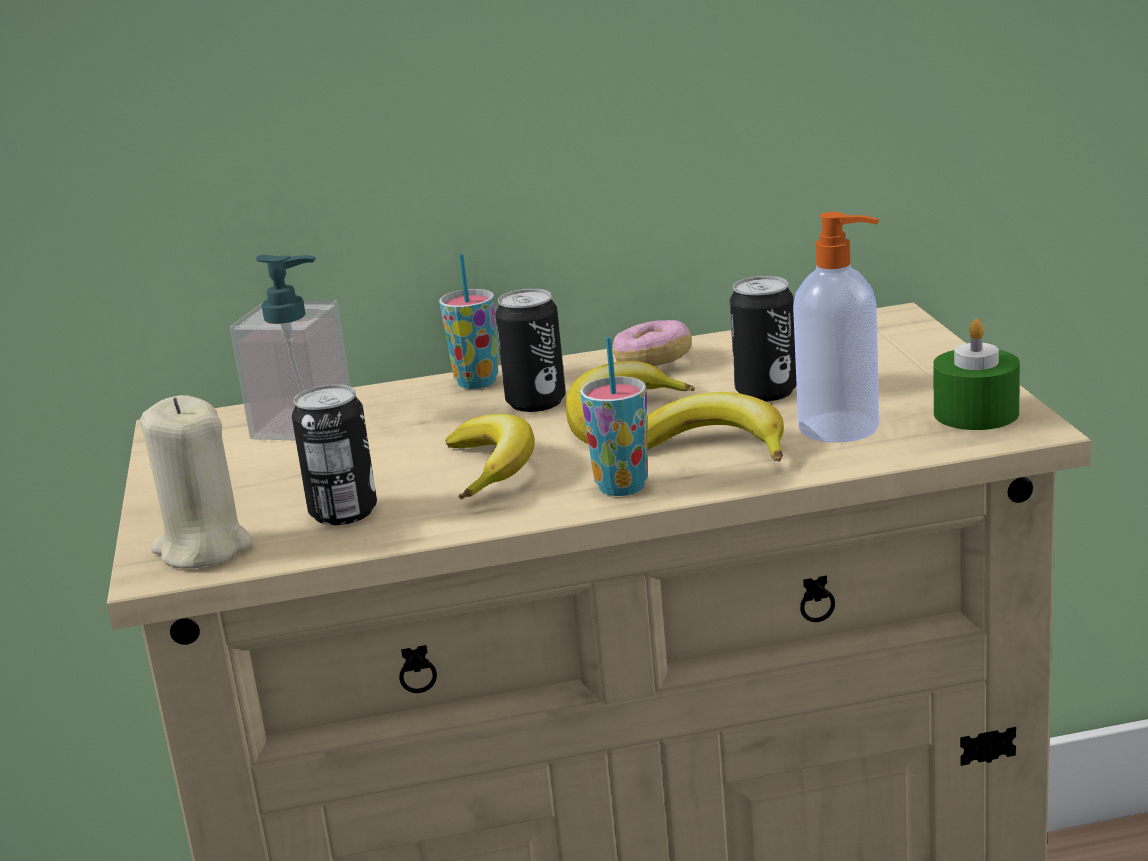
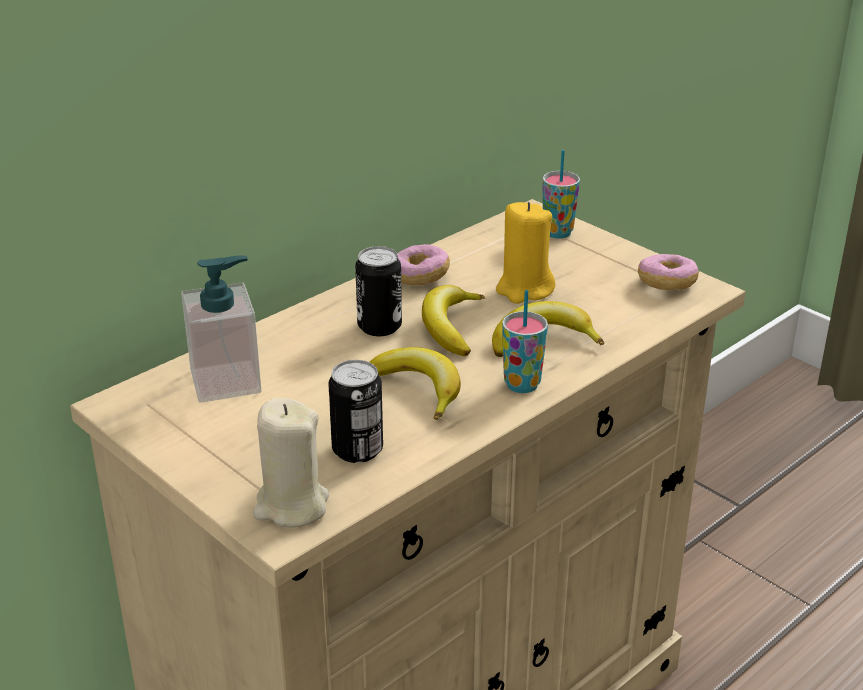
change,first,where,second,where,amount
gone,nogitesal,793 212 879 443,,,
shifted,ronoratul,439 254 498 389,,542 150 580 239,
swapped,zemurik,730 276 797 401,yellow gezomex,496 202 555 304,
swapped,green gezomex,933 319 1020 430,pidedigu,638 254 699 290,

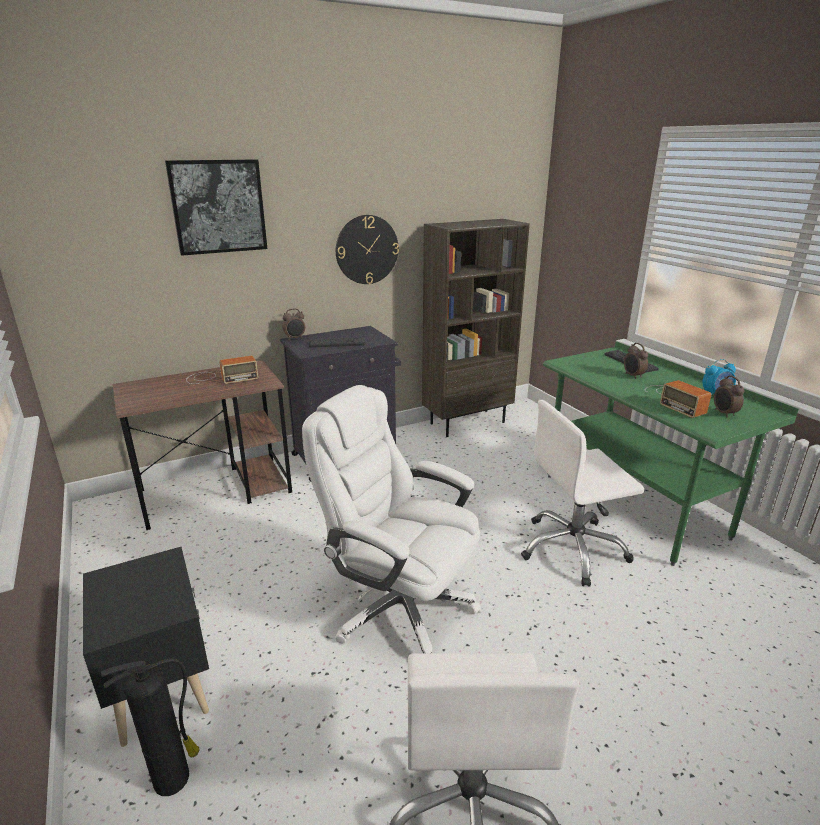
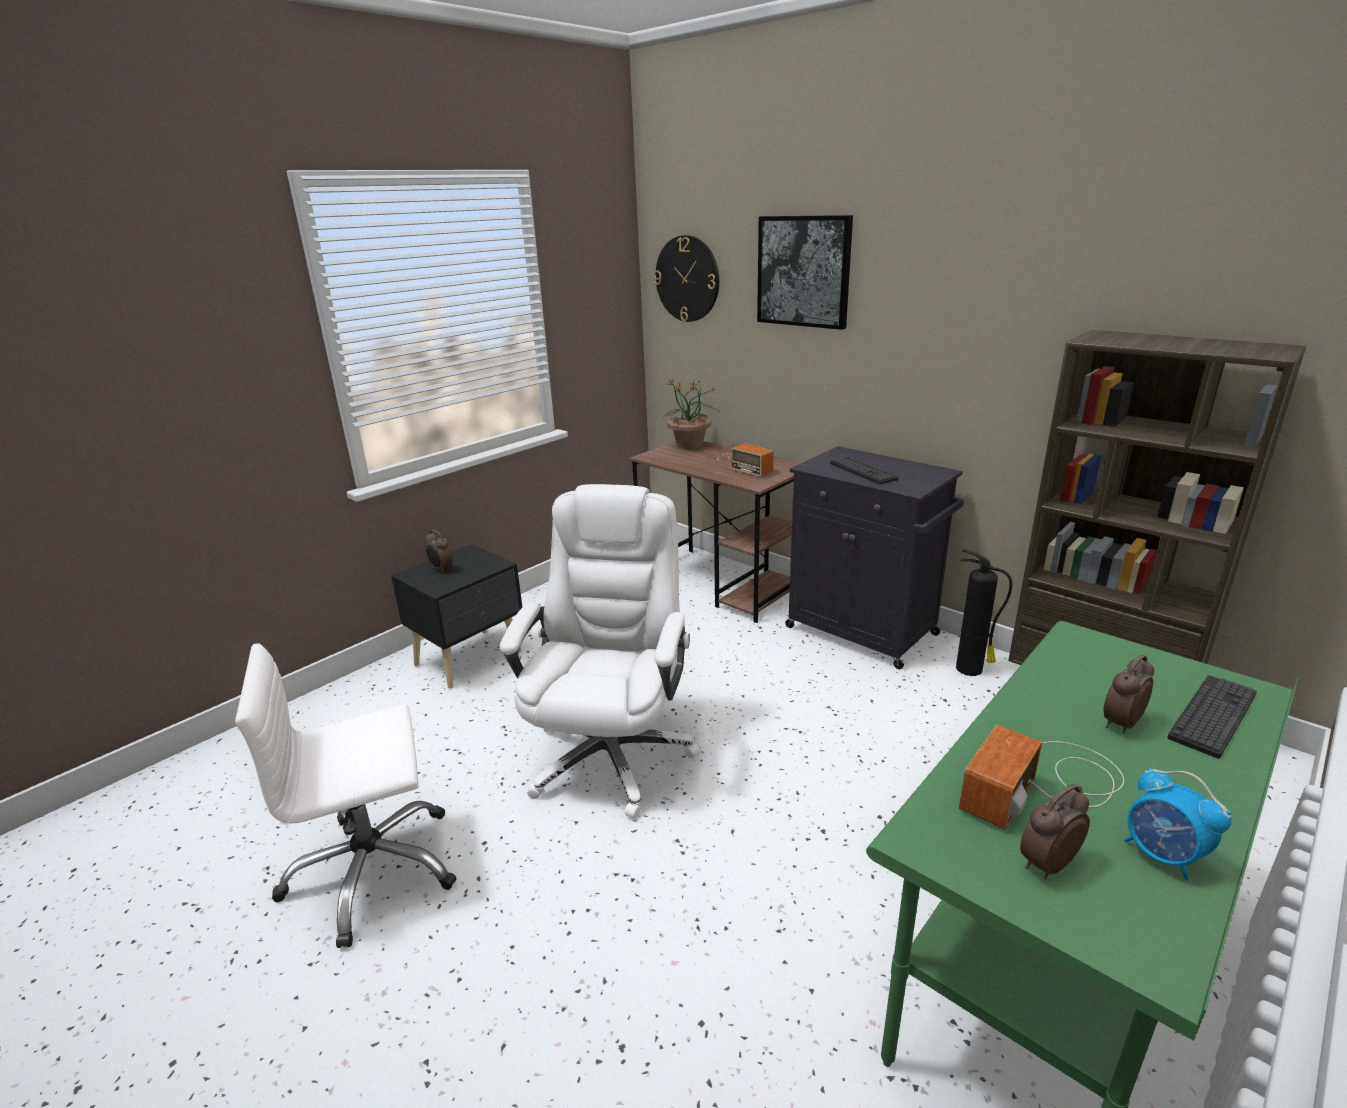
change,first,where,second,where,amount
shifted,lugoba,336 215 399 284,,654 235 719 322,
shifted,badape,282 309 305 340,,425 530 453 573,
gone,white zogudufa,521 400 644 587,,,
shifted,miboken,101 658 200 796,,956 549 1012 676,
new,,,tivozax,662 379 719 450,

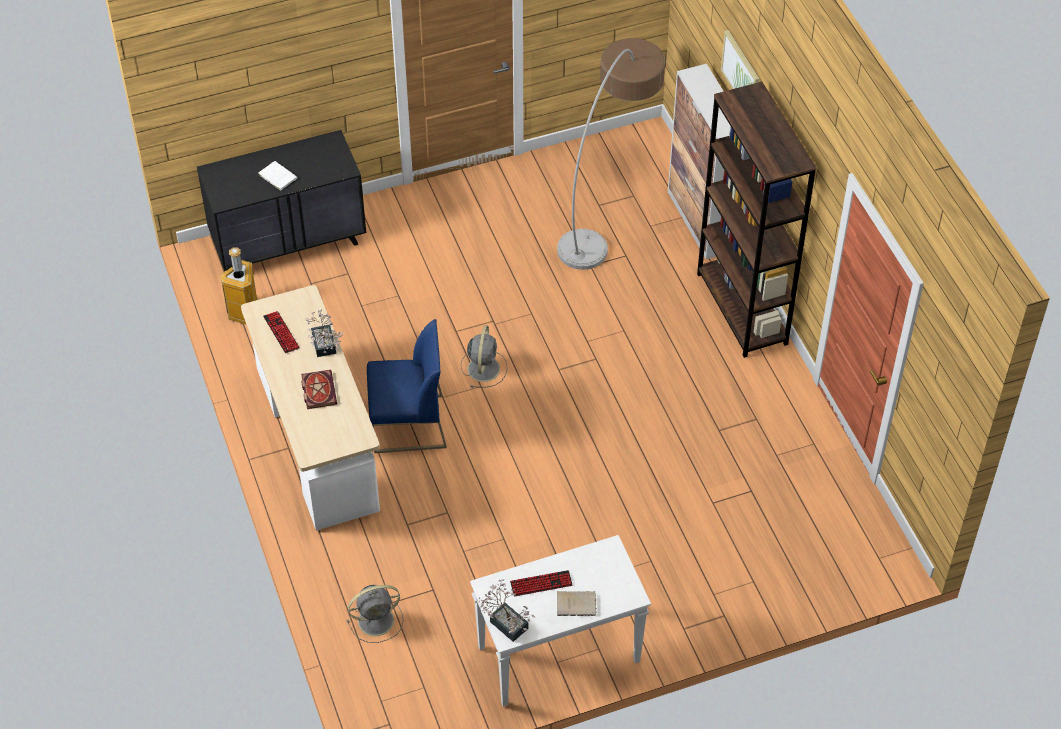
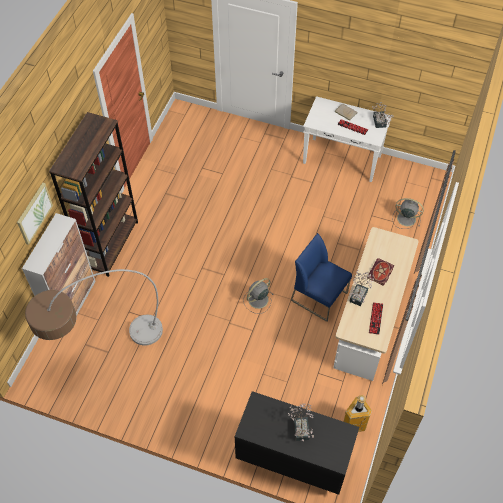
change,first,where,second,where,amount
swapped,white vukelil,258 161 297 191,tivozax,288 403 314 441,

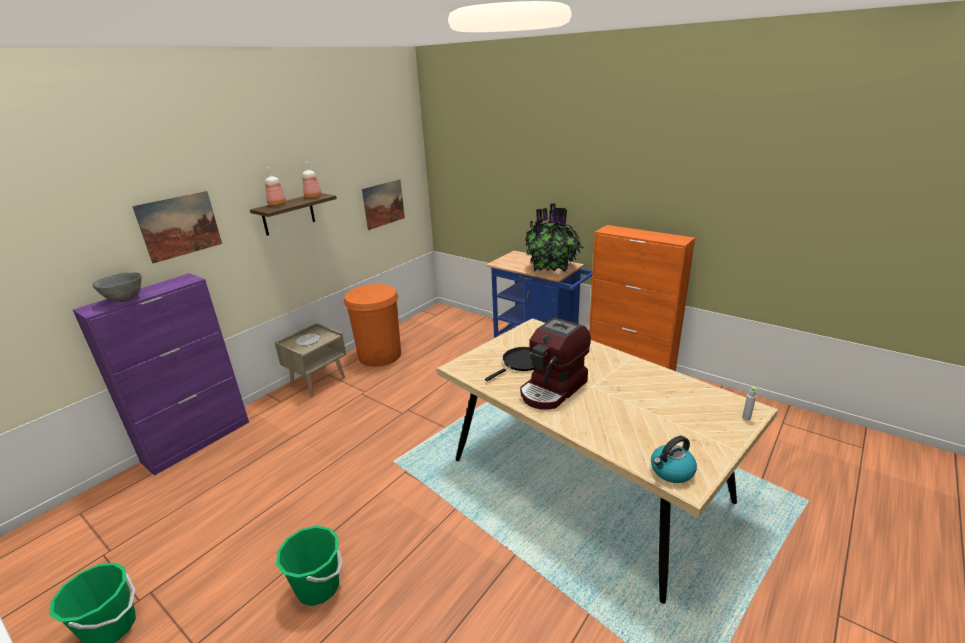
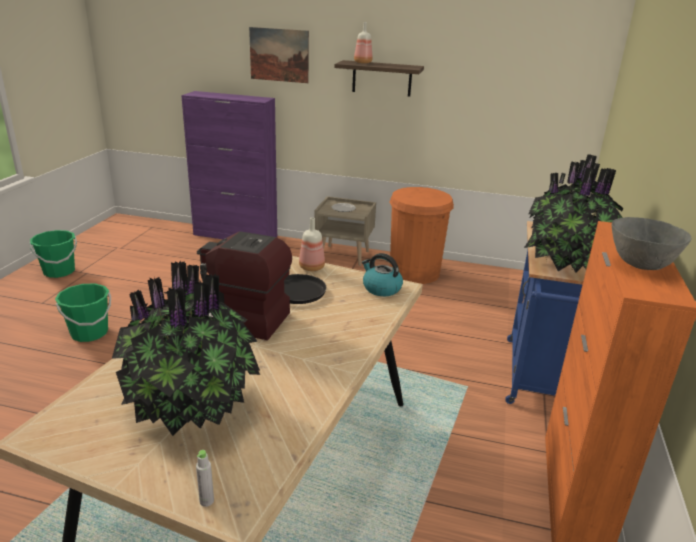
change,first,where,second,where,amount
shifted,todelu,302 162 322 199,,299 217 325 271,
gone,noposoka,362 179 405 230,,,
shifted,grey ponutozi,92 272 141 302,,612 217 692 270,
shifted,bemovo,651 436 697 483,,362 253 403 296,
new,,,tivozax,112 261 260 436,

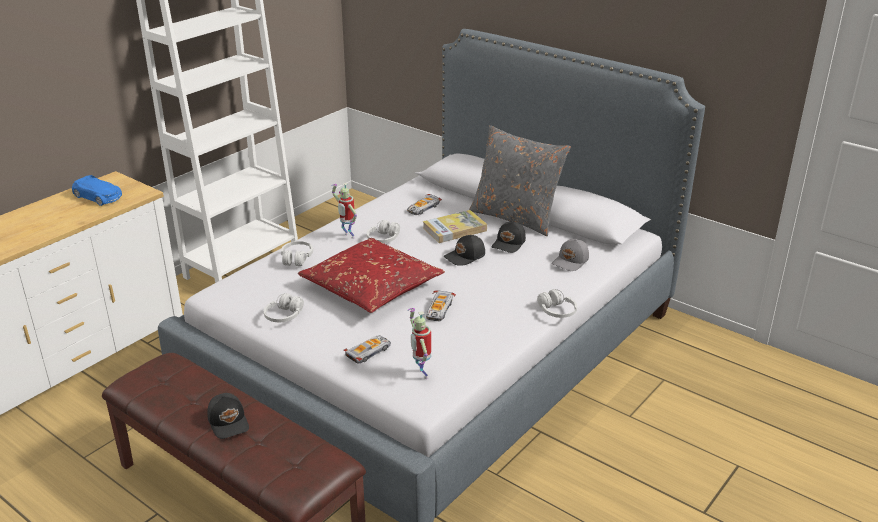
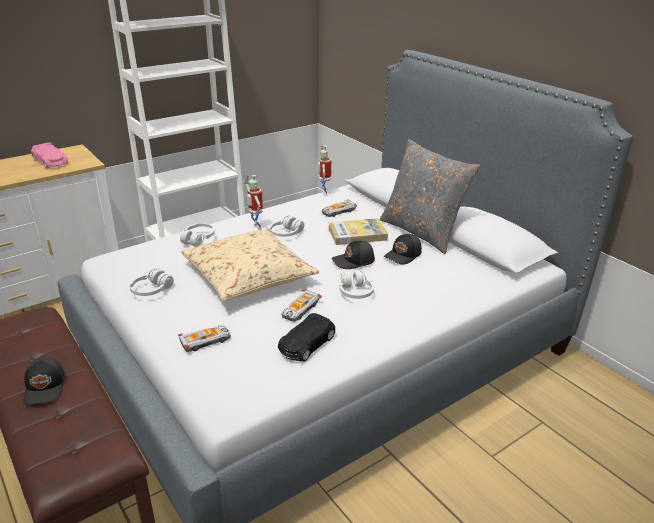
change,first,where,second,where,amount
repainted,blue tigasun,72 175 122 206,pink tigasun,31 143 68 169,
repainted,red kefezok,298 238 445 313,beige kefezok,181 230 319 301,
gone,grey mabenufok,552 239 589 271,,,
shifted,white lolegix,537 289 577 318,,340 271 374 299,
shifted,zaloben,408 308 431 379,,318 146 331 195,
new,,,black tigasun,278 313 335 362,

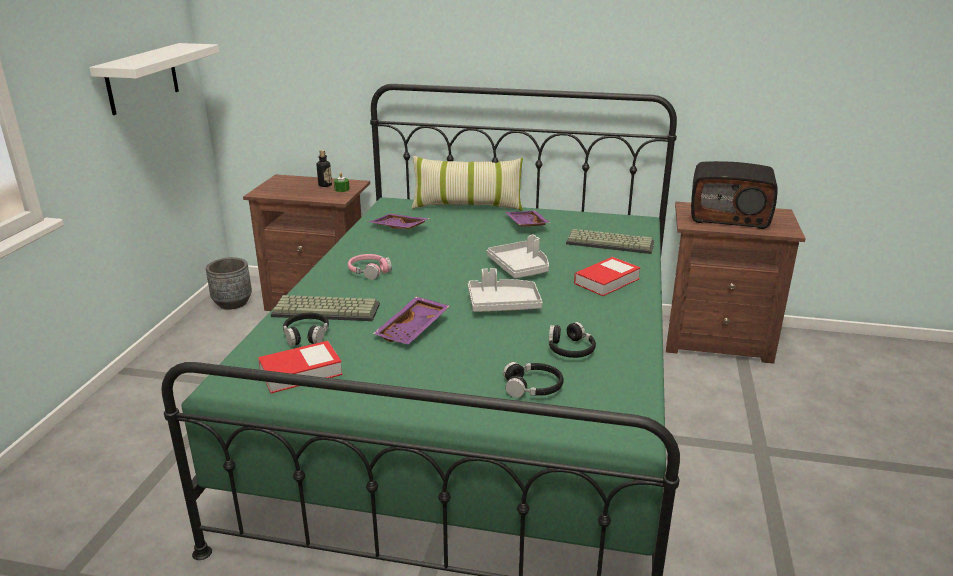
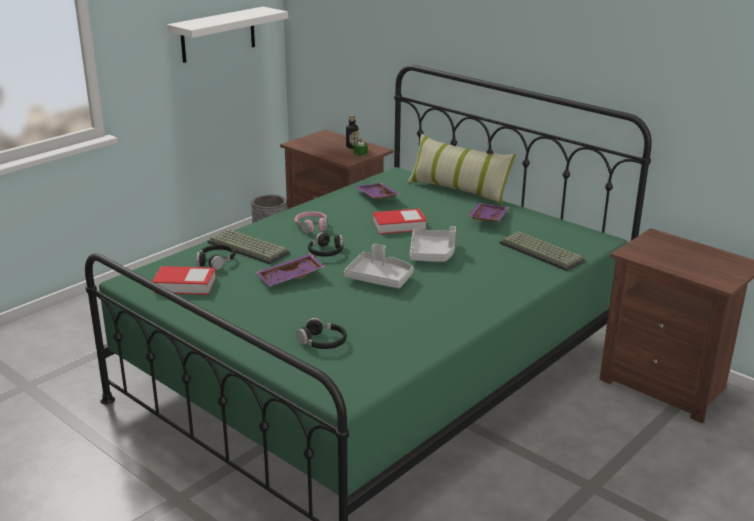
change,first,where,second,where,amount
gone,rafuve,691 161 778 229,,,
shifted,vukelil,574 257 641 296,,373 209 427 234,
shifted,black lolegix,549 322 596 358,,308 232 343 257,

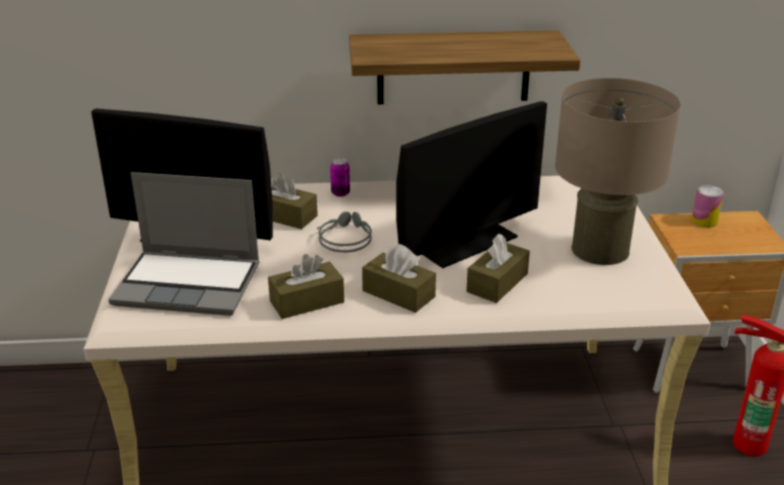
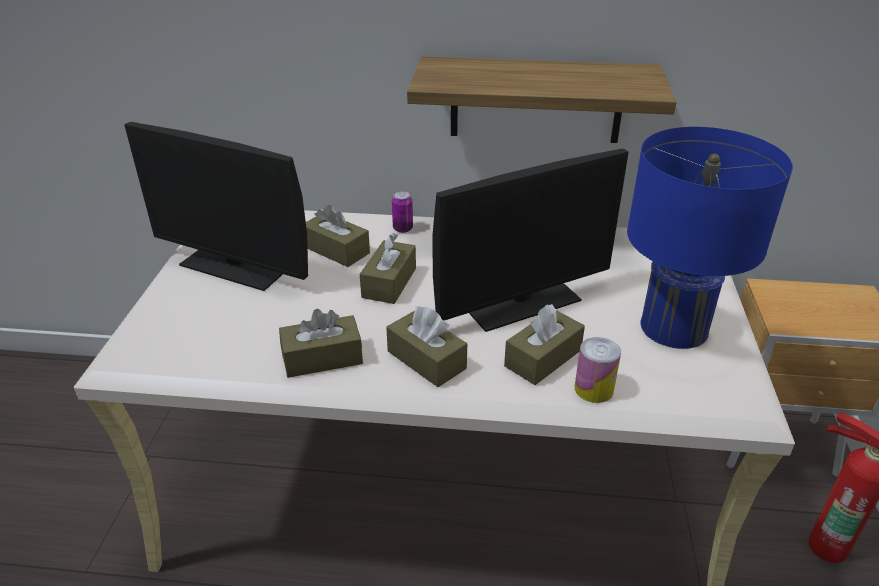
change,first,where,second,where,amount
repainted,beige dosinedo,555 78 681 265,blue dosinedo,627 127 793 349,
gone,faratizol,108 172 259 316,,,
shifted,zemurik,692 185 724 227,,575 337 621 403,
swapped,grey lolegix,317 212 372 252,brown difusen,360 233 416 304,

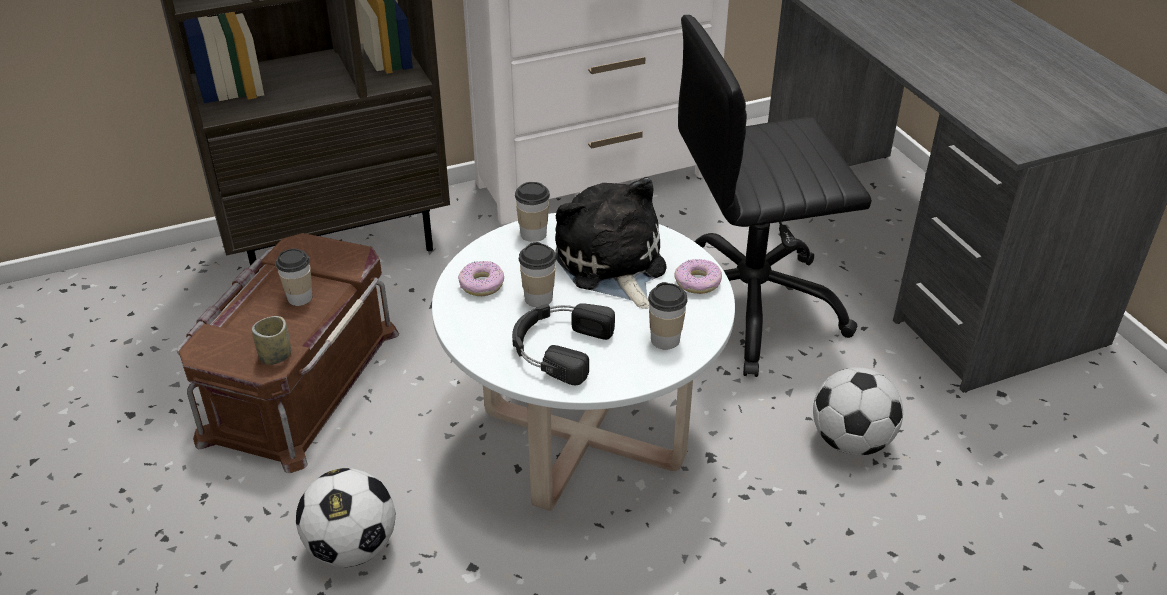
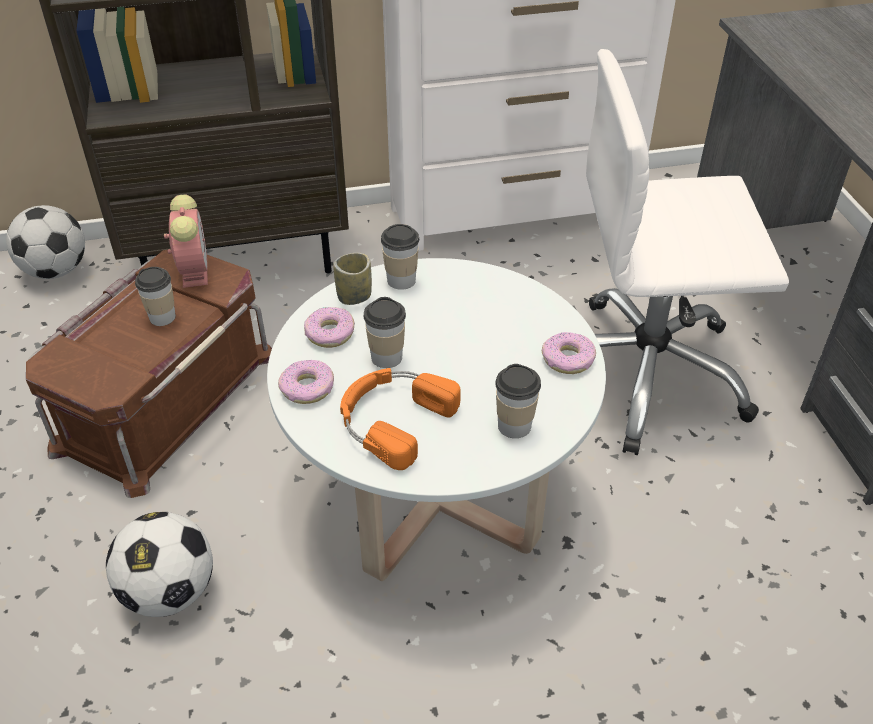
change,first,where,second,where,amount
repainted,black zogudufa,678 15 872 377,white zogudufa,586 49 789 455,
gone,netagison,555 177 666 309,,,
repainted,black lolegix,512 303 615 385,orange lolegix,340 368 461 470,
shifted,ronoratul,252 316 291 365,,333 253 372 305,
shifted,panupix,813 367 903 456,,6 205 85 279,
new,,,badape,164 194 208 288,
new,,,pidedigu,278 360 334 404,

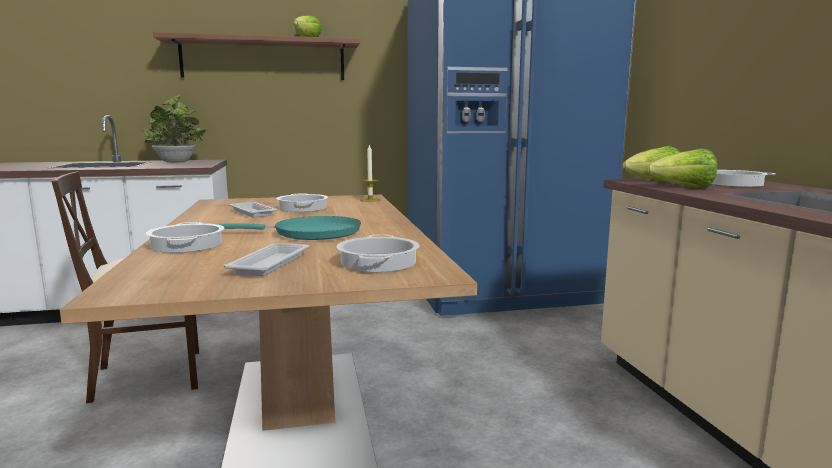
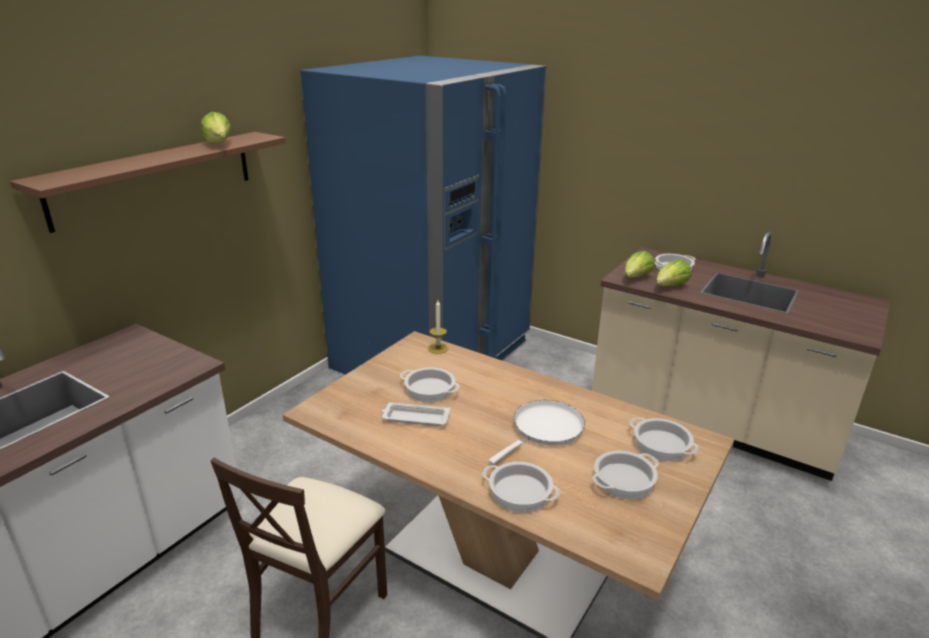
change,first,where,second,where,amount
gone,tivozax,142 95 206 163,,,
repainted,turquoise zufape,217 216 361 240,white zufape,488 400 585 465,
swapped,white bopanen,224 243 309 276,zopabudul,592 451 659 500,

